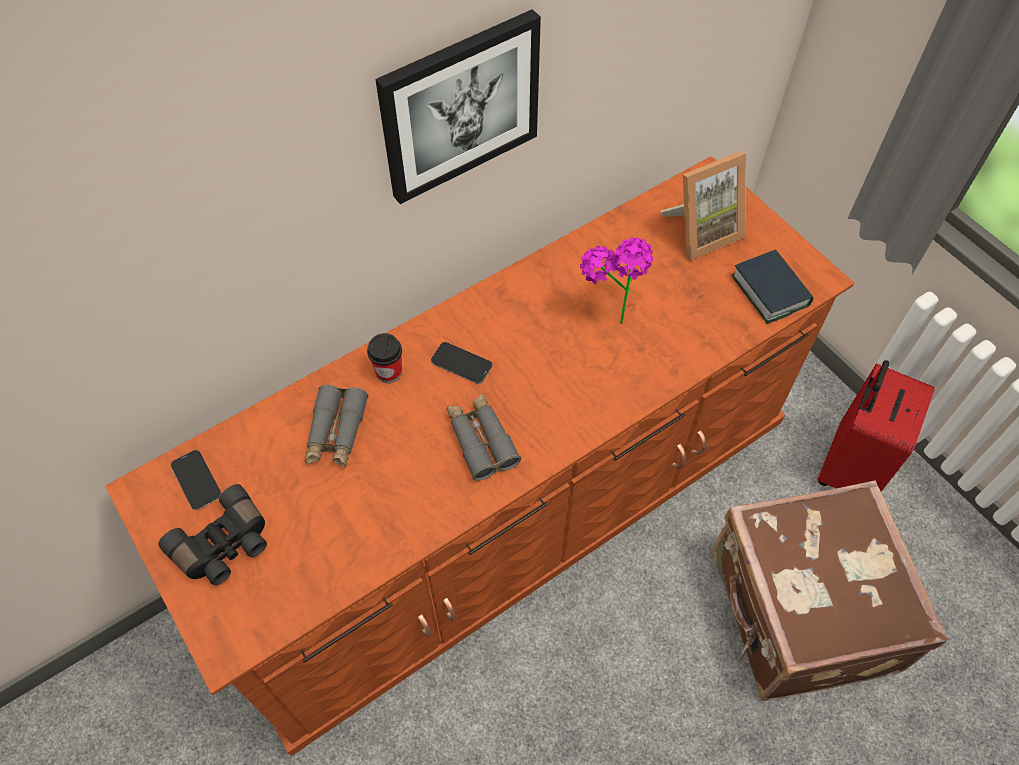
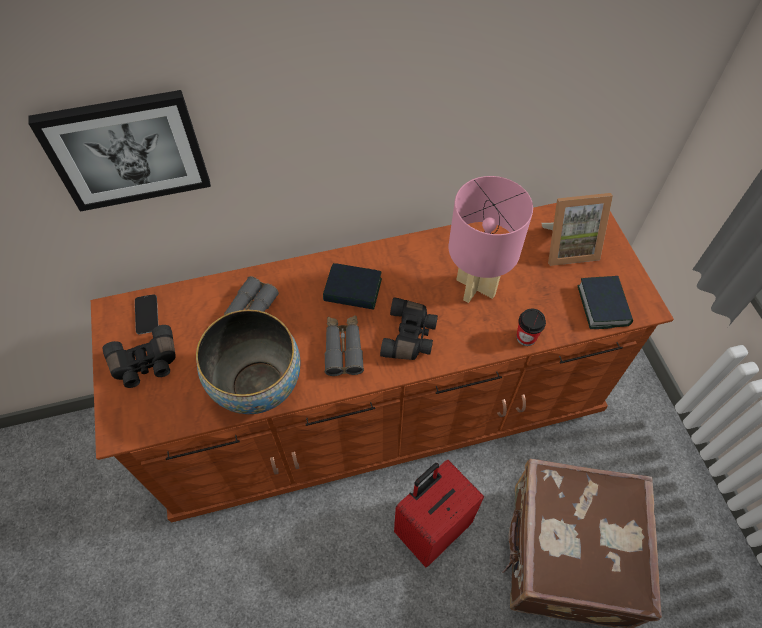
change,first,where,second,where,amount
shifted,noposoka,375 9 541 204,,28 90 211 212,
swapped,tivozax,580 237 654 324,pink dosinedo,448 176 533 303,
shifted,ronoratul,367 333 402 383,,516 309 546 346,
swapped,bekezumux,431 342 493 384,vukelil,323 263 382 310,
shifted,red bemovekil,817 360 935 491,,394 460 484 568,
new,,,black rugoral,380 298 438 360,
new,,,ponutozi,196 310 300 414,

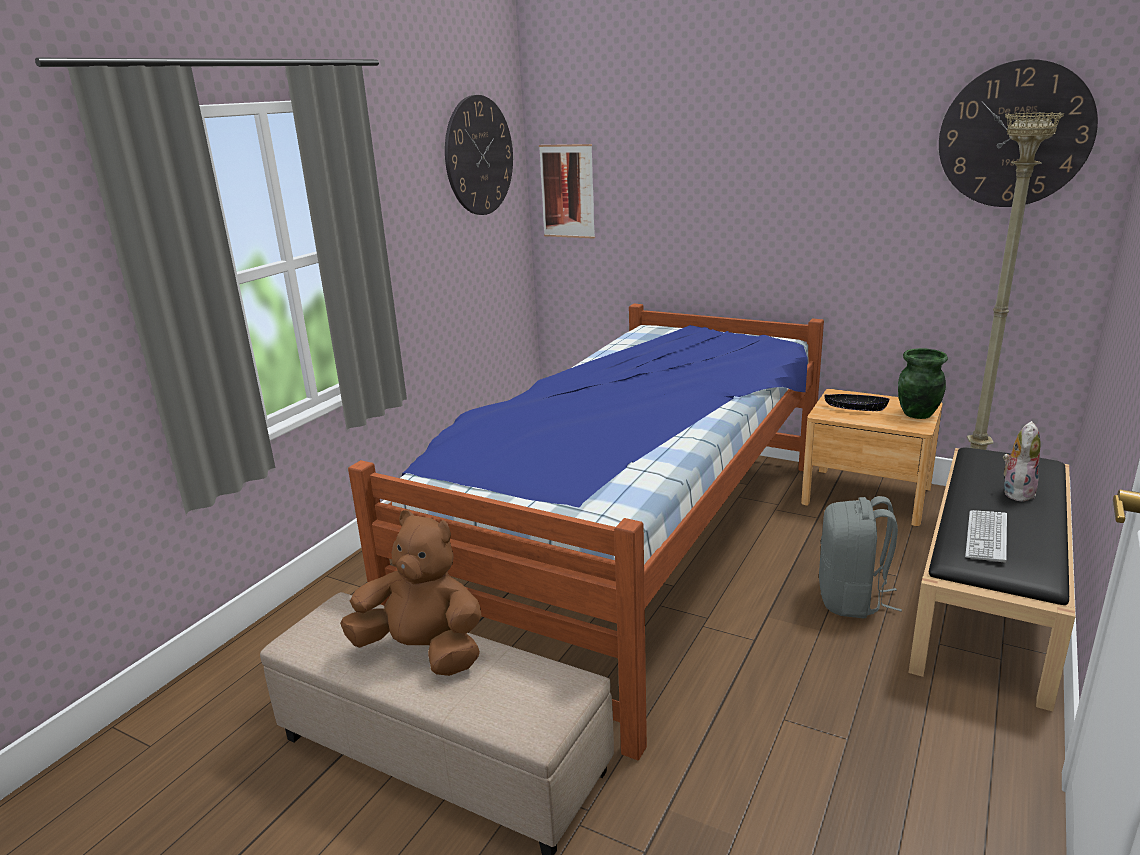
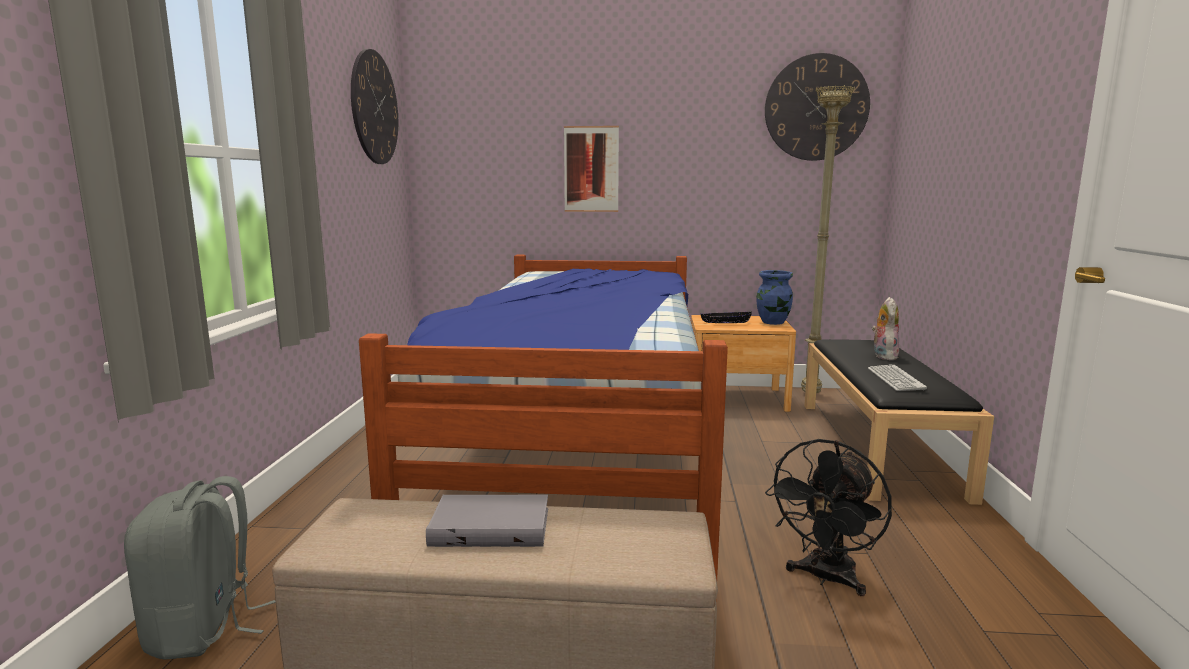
change,first,where,second,where,amount
shifted,noposoka,539 144 595 239,,564 126 619 212,
repainted,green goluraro,898 348 948 419,blue goluraro,756 270 793 325,
shifted,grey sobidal,819 496 902 618,,124 476 276 660,
swapped,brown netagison,340 510 481 676,grey vukelil,426 495 548 547,
new,,,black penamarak,765 439 892 596,

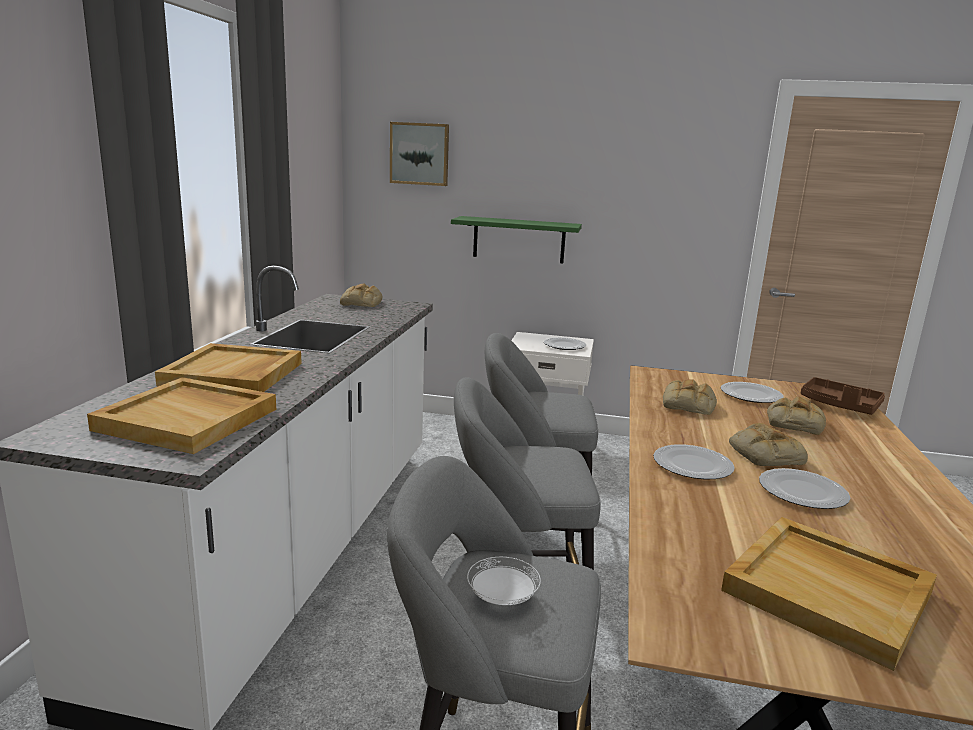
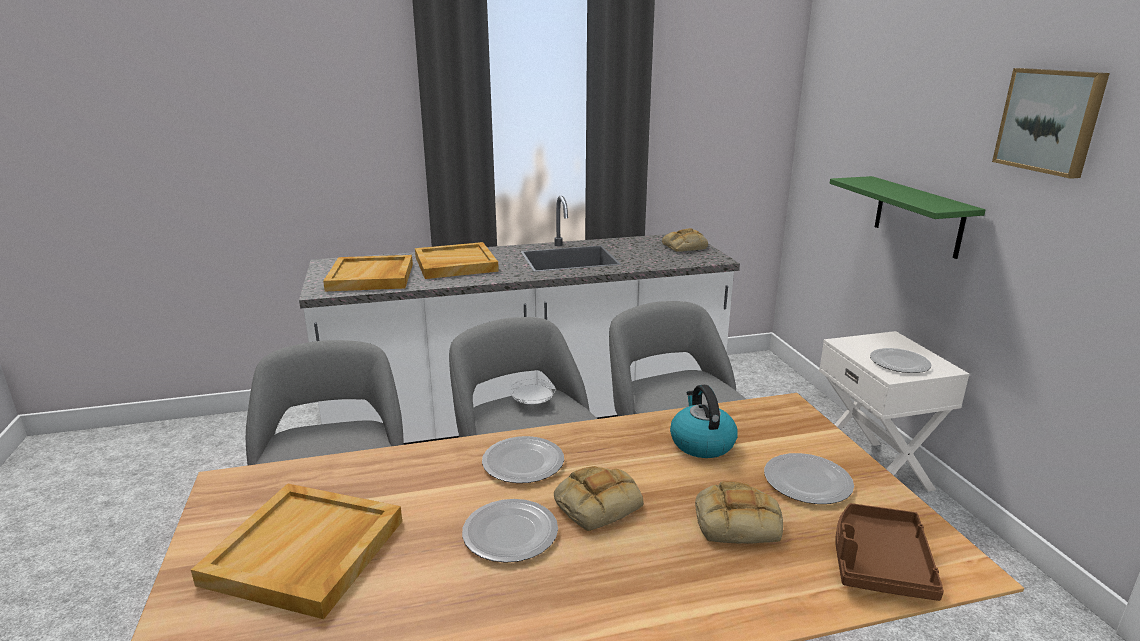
change,first,where,second,where,amount
shifted,noposoka,390 122 449 186,,992 68 1110 179,
swapped,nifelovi,663 379 717 415,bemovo,670 385 738 458,
shifted,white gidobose,467 557 541 605,,509 379 556 405,

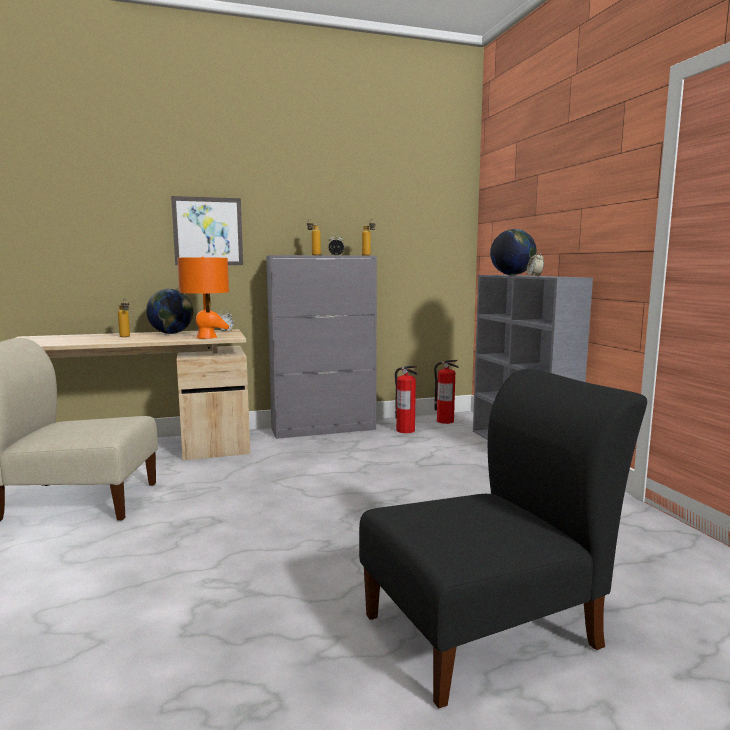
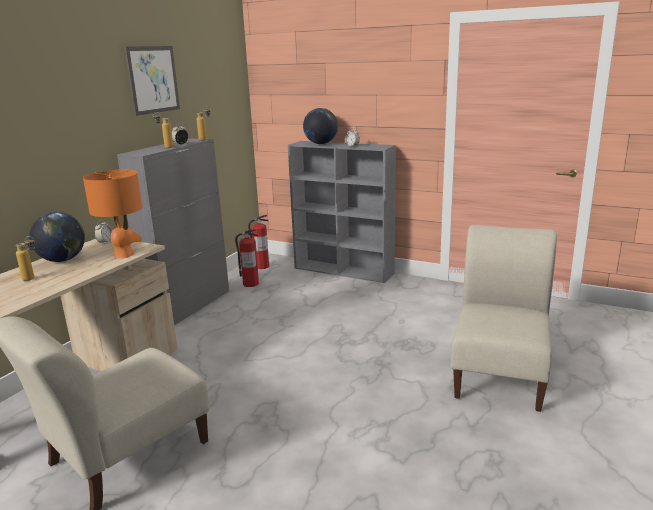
change,first,where,second,where,amount
shifted,noposoka,171 196 243 265,,125 46 180 116,
repainted,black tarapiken,359 369 647 709,beige tarapiken,451 225 557 412,

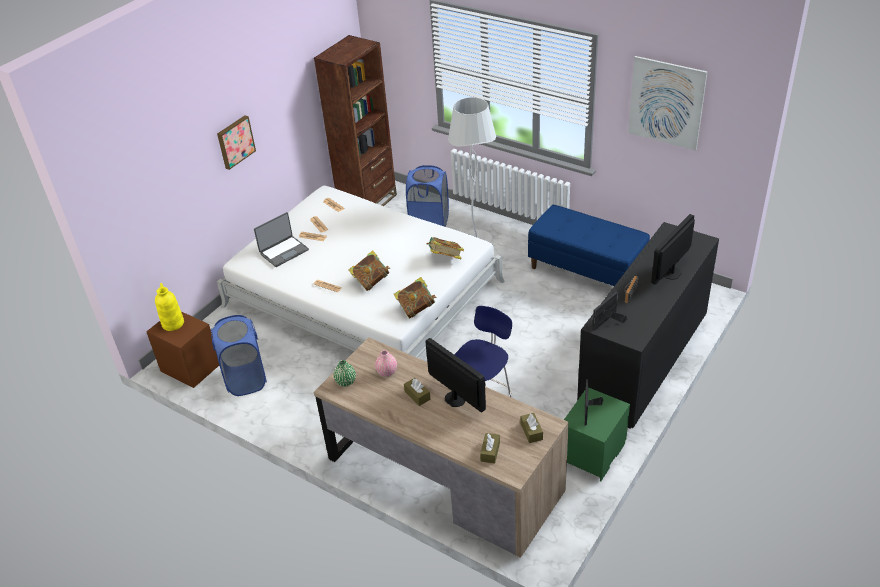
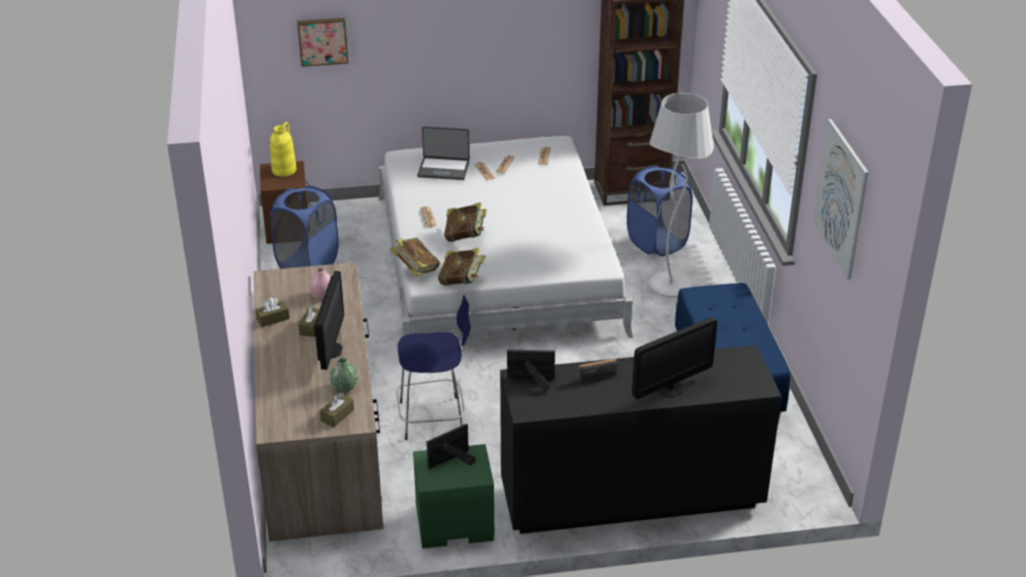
change,first,where,second,where,amount
shifted,noposoka,217 115 256 170,,297 18 348 67,
rotated,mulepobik,651 214 695 285,,632 317 717 399,150 degrees clockwise
shifted,vukelil,426 237 464 259,,390 238 440 277,
shifted,green goluraro,334 360 356 386,,330 358 358 392,
shifted,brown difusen,480 433 500 464,,255 298 290 327,

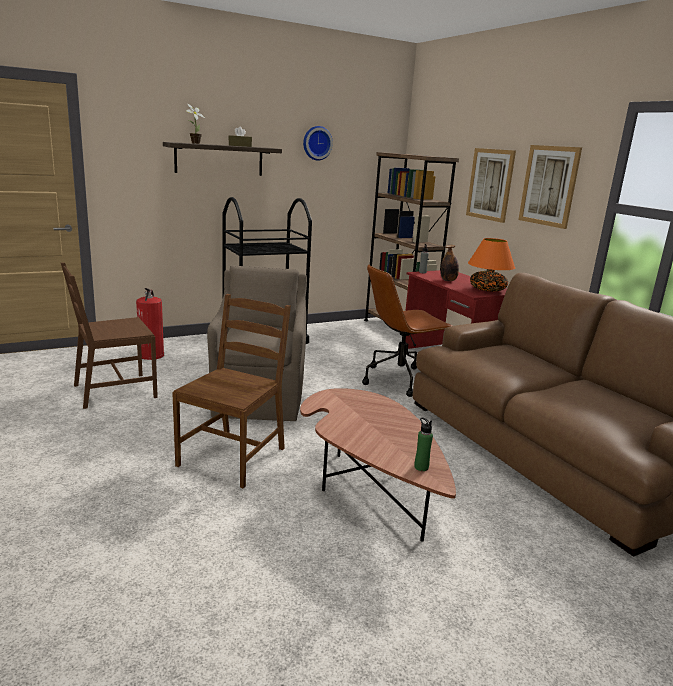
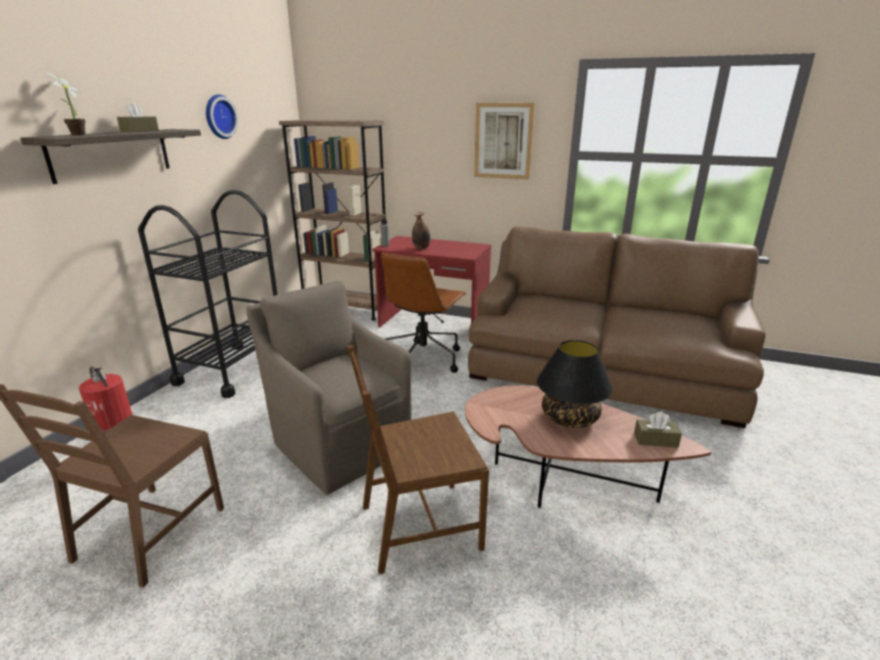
change,first,where,second,where,amount
gone,noposoka,466 148 516 223,,,
gone,orange dosinedo,468 238 515 292,,,
rotated,brown tarapiken,172 294 291 488,,347 345 489 574,90 degrees counterclockwise
swapped,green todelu,414 417 433 471,brown difusen,634 412 682 447,
new,,,black dosinedo,537 340 613 428,

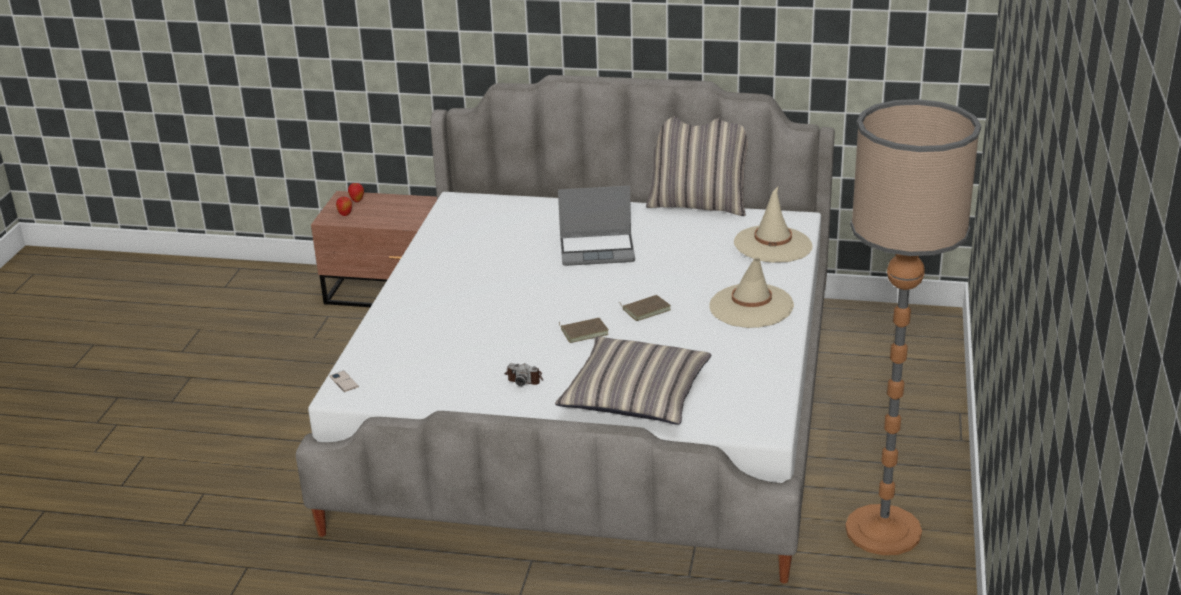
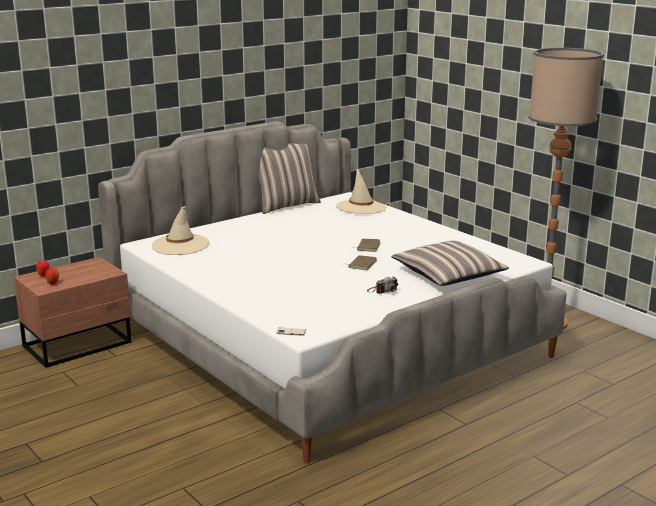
change,first,where,second,where,amount
gone,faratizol,558 186 635 266,,,
shifted,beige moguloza,709 257 794 328,,151 206 209 255,

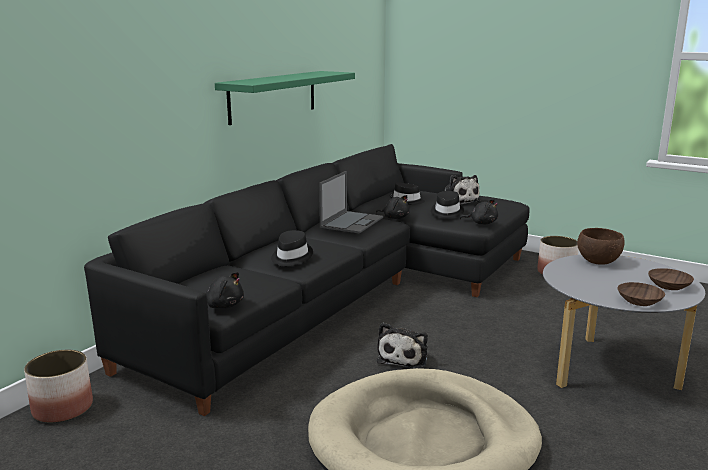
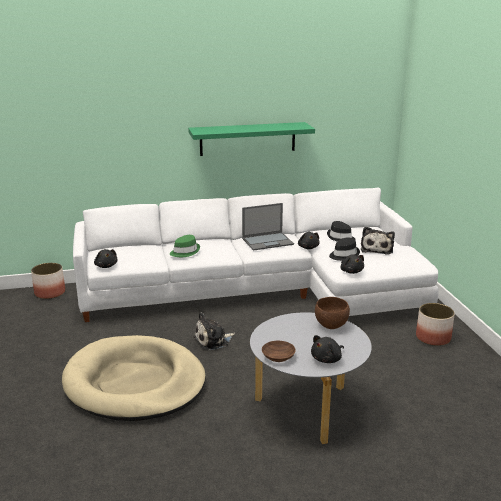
change,first,where,second,where,amount
repainted,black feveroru,84 144 529 416,white feveroru,73 188 439 322,
repainted,black moguloza,271 230 313 266,green moguloza,170 235 200 257,
swapped,brown ponutozi,648 268 694 290,black netagison,311 335 344 363,

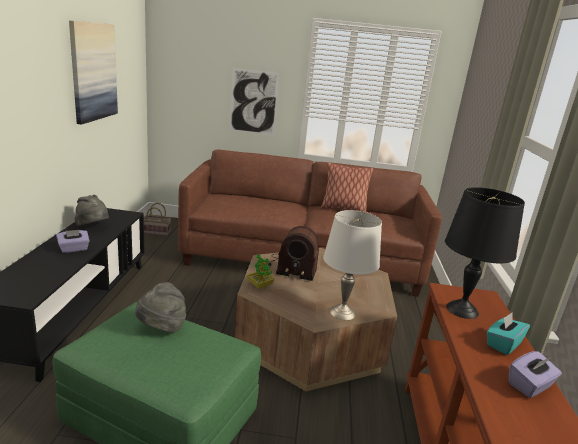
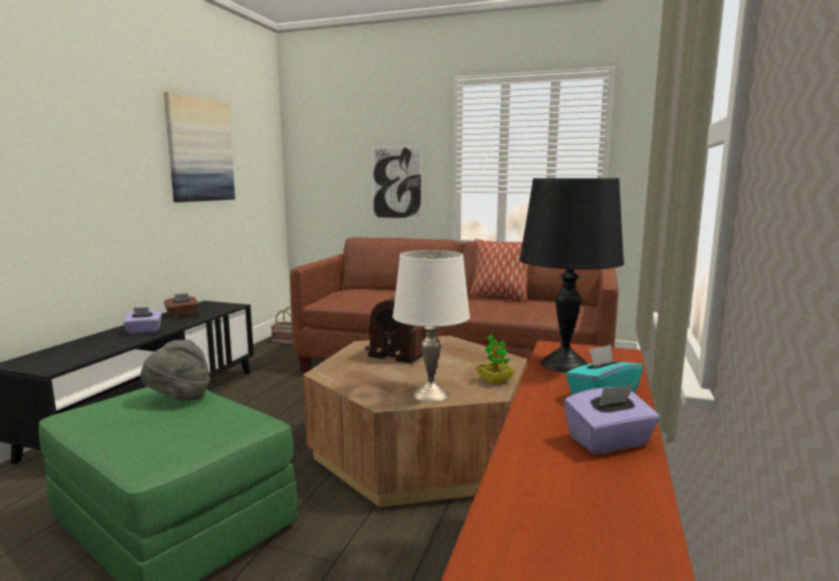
change,first,where,second,where,amount
swapped,grey moguloza,74 195 109 226,brown difusen,164 293 199 318,
shifted,tivozax,247 254 274 289,,476 335 514 384,

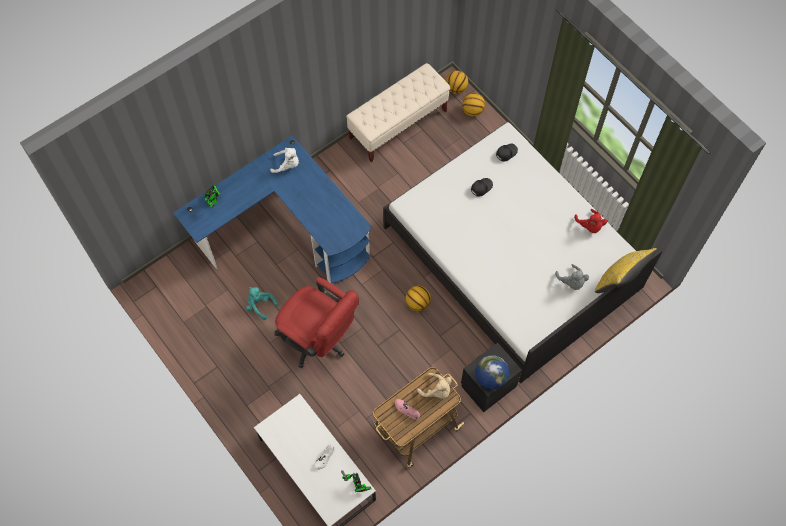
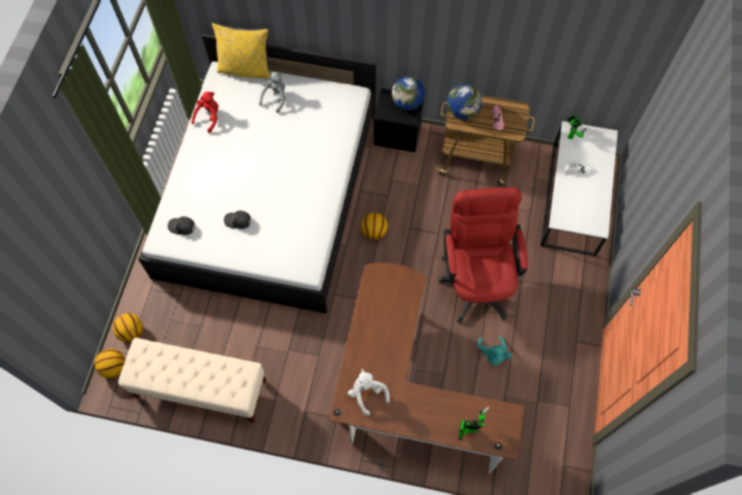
change,first,where,second,where,amount
repainted,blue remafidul,173 136 372 283,brown remafidul,329 263 524 473,
swapped,beige netagison,417 373 451 399,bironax,447 83 482 119,

